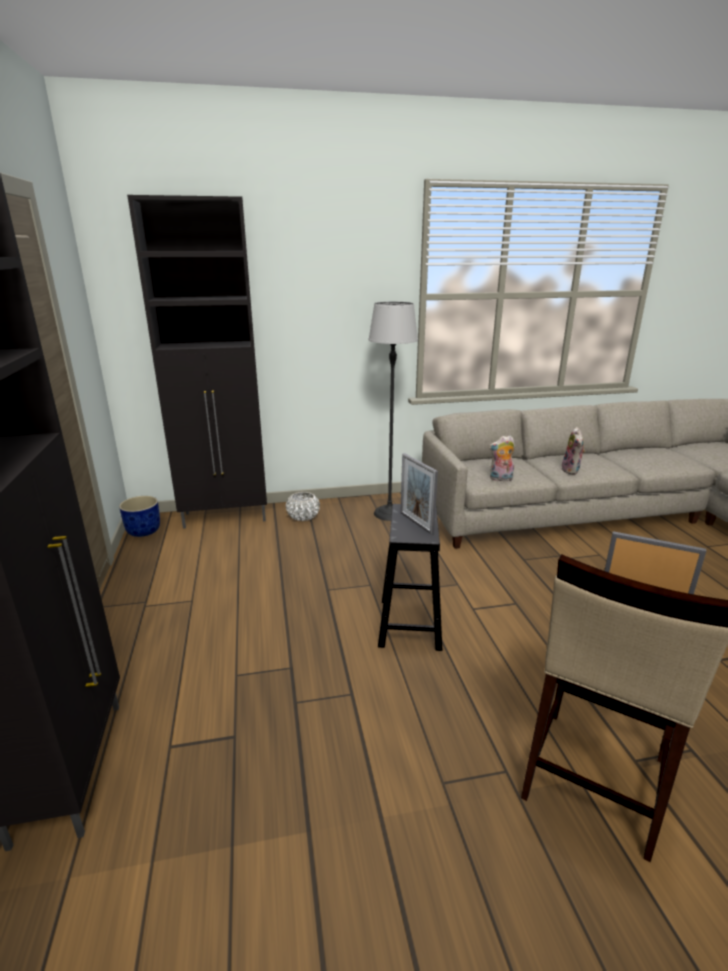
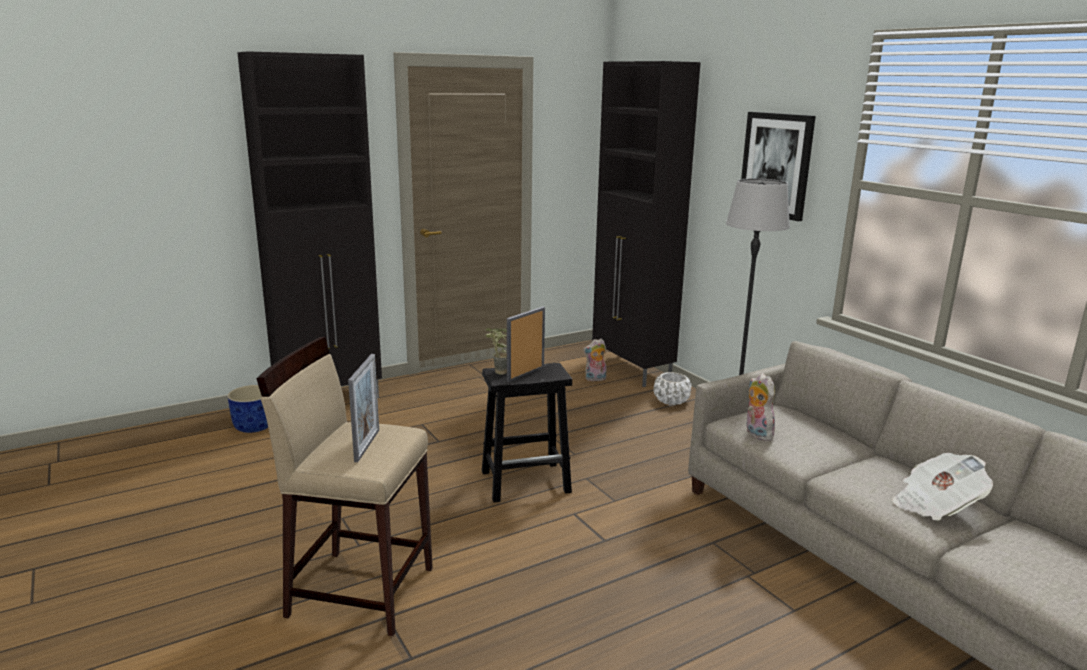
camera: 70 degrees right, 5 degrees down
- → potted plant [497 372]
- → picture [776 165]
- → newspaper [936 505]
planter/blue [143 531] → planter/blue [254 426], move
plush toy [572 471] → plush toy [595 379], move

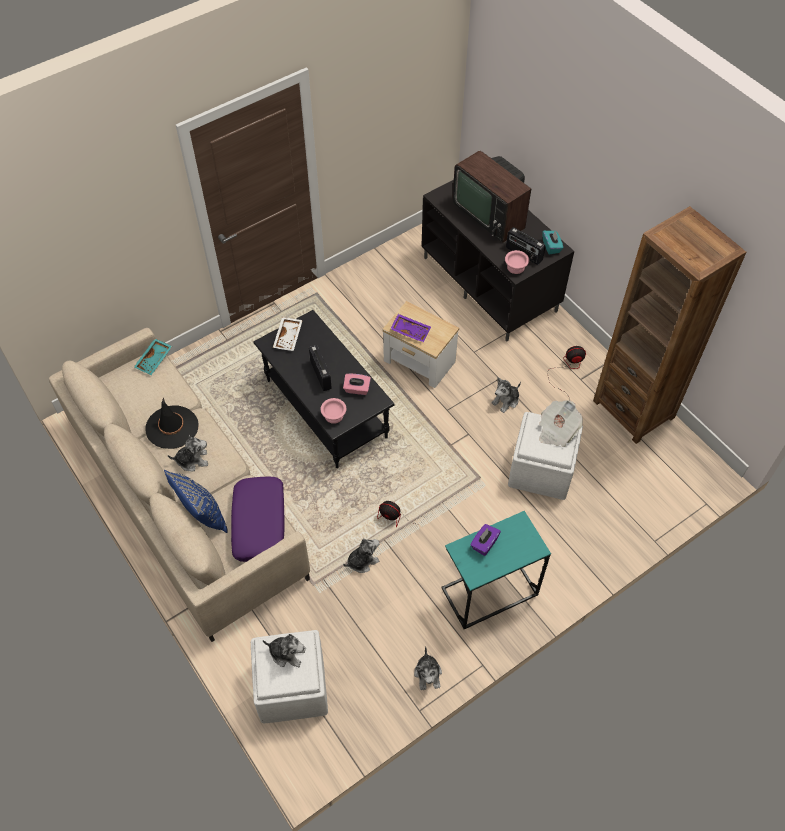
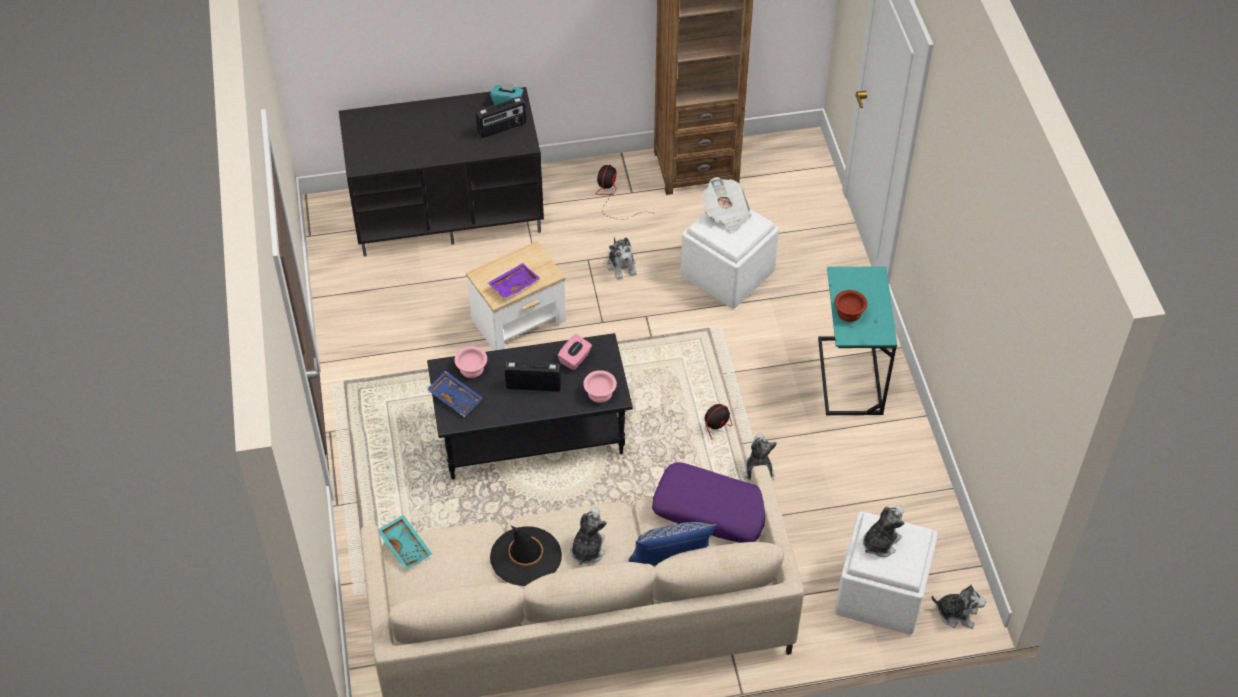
camera: 65 degrees left, 5 degrees down
television [491 212] → -
plush toy [428 674] → plush toy [956 613], move
bowl/pink [515 267] → bowl/pink [471 368], move
tissue box/purple [484 544] → bowl/brown [850 313]
tray/white [289 337] → tray/blue [456 397]

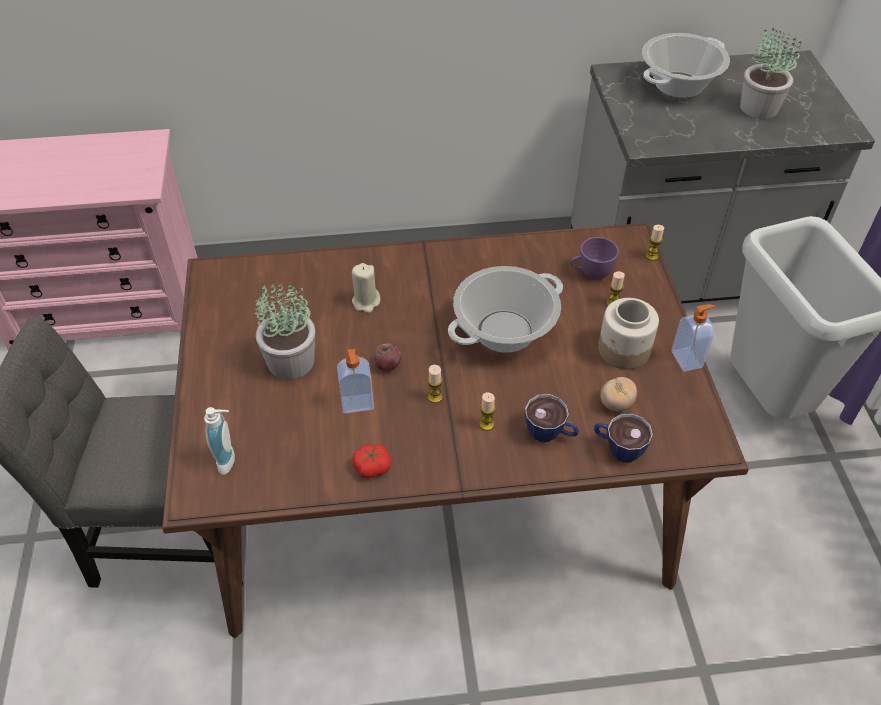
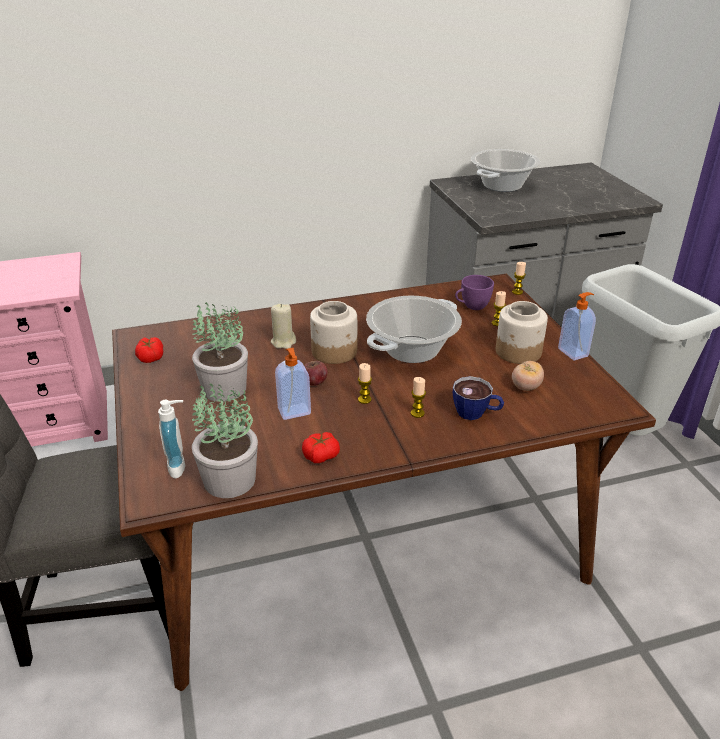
camera: 10 degrees left, 15 degrees down
cup [618 448] → -
- → tomato [150 357]
- → jar [335 351]
potted plant [759 108] → potted plant [229 481], move

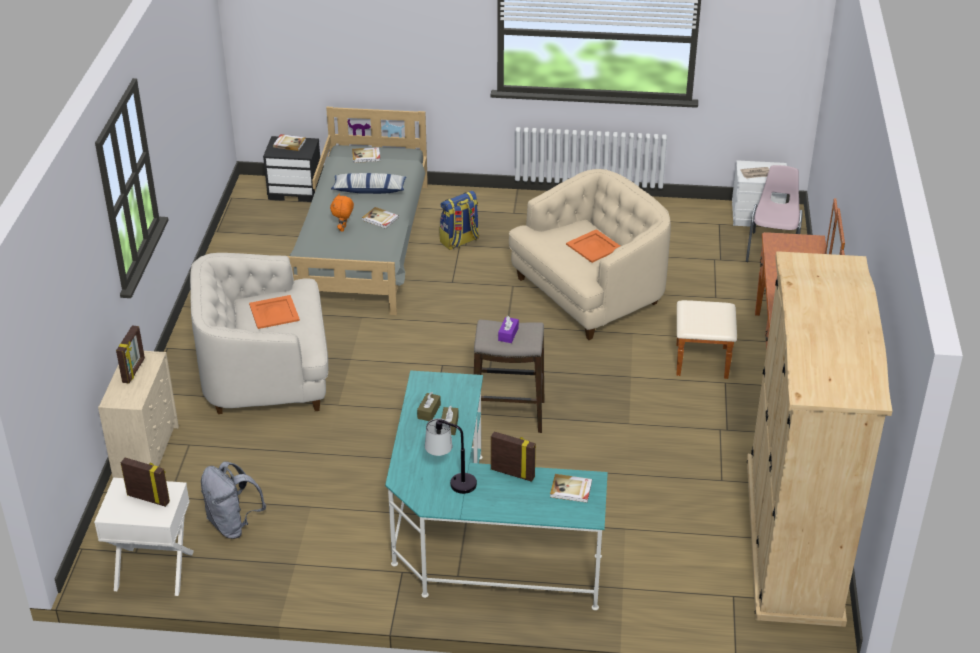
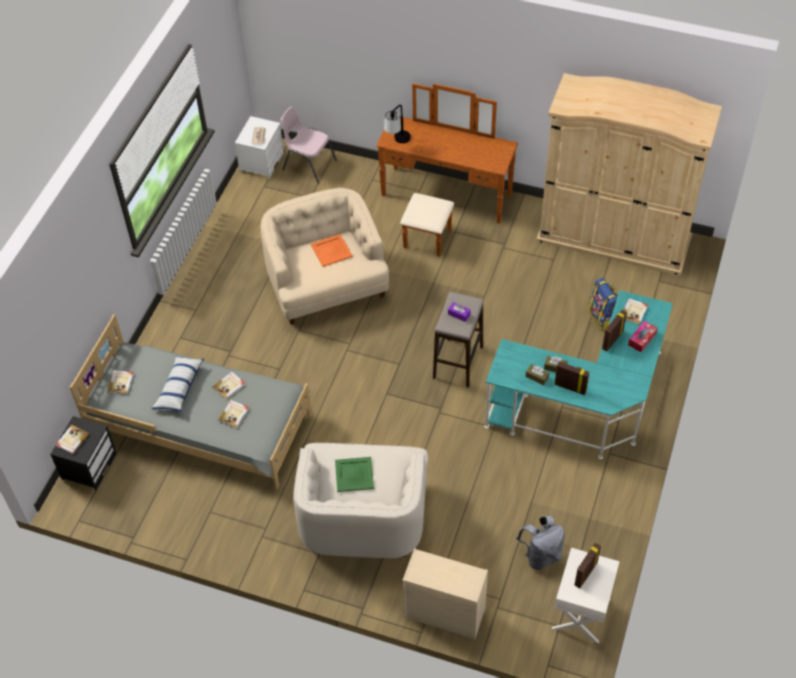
camera: 75 degrees left, 15 degrees up
- → tissue box [642 339]
picture frame [134 371] → picture frame [570 387], move
table lamp [451 481] → table lamp [398 142], move
backpack [459 241] → backpack [603 318], move
plush toy/orange [343 229] → book [234 415]
tray/orange [274 312] → tray/green [354 474]

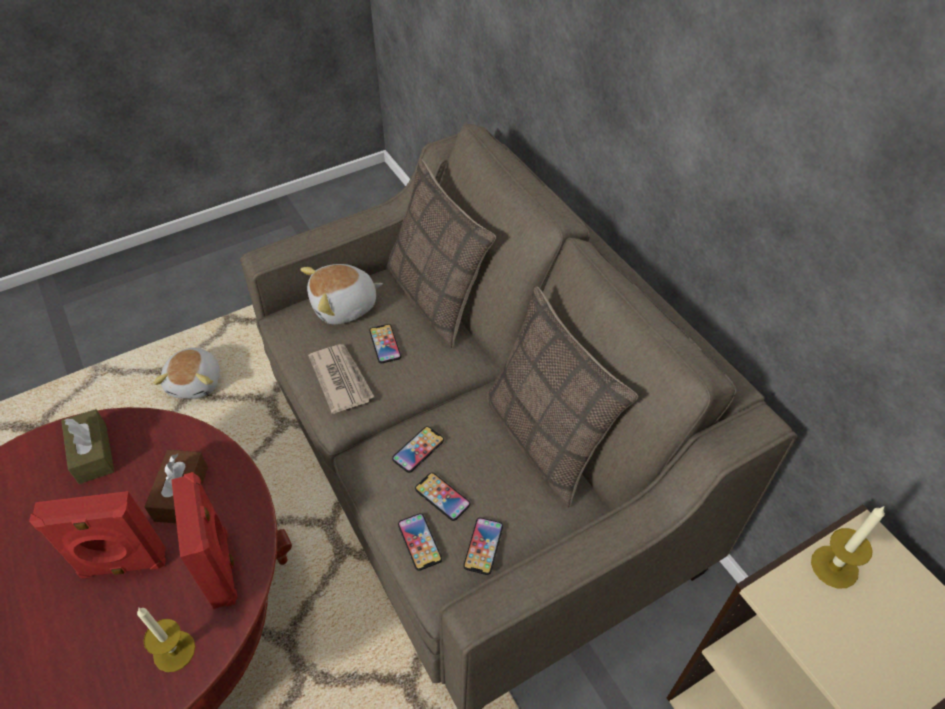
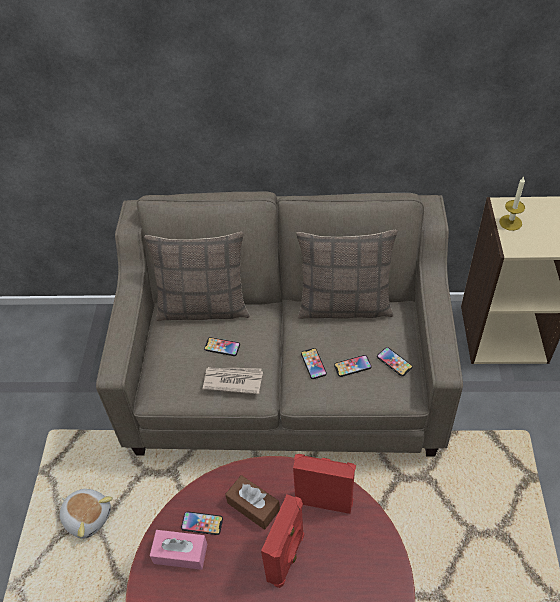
camera: 55 degrees left, 0 degrees up
candle [174 651] → -
plush toy [345 307] → -
phone [419 542] → phone [202 523], move
tissue box/brown [93 453] → tissue box/pink [180 553]

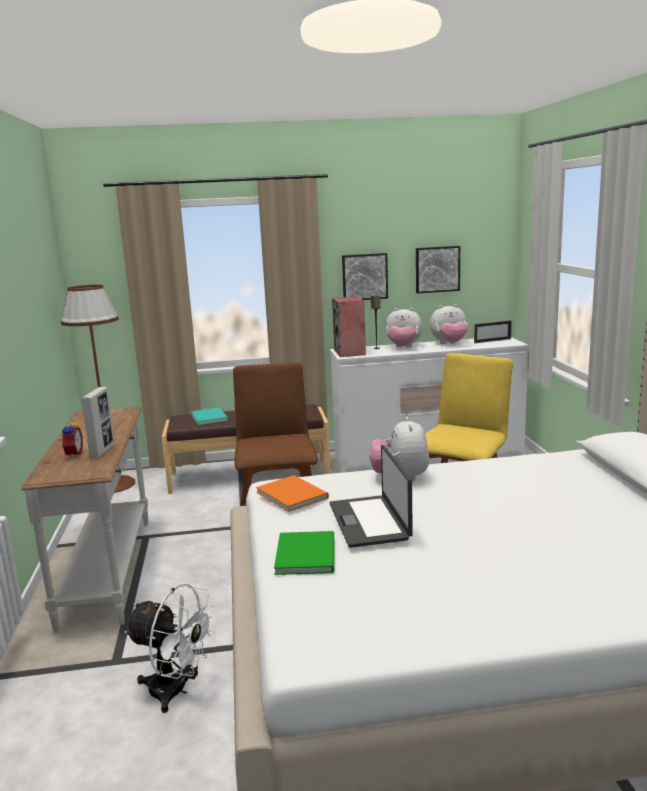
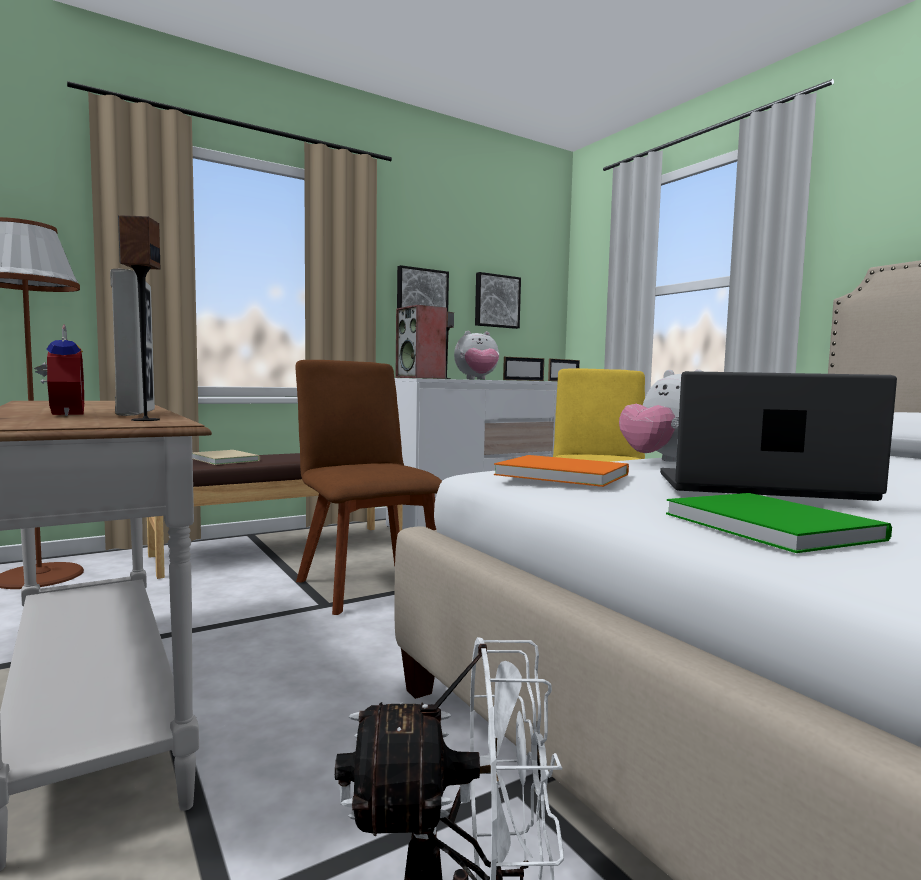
camera: 25 degrees left, 10 degrees down
- → speaker [145 420]
plush toy [449 344] → picture frame [523 380]
book/turquoise [210 417] → book/beige [226 459]
laptop [370 521] → laptop [761 487], 135 degrees clockwise

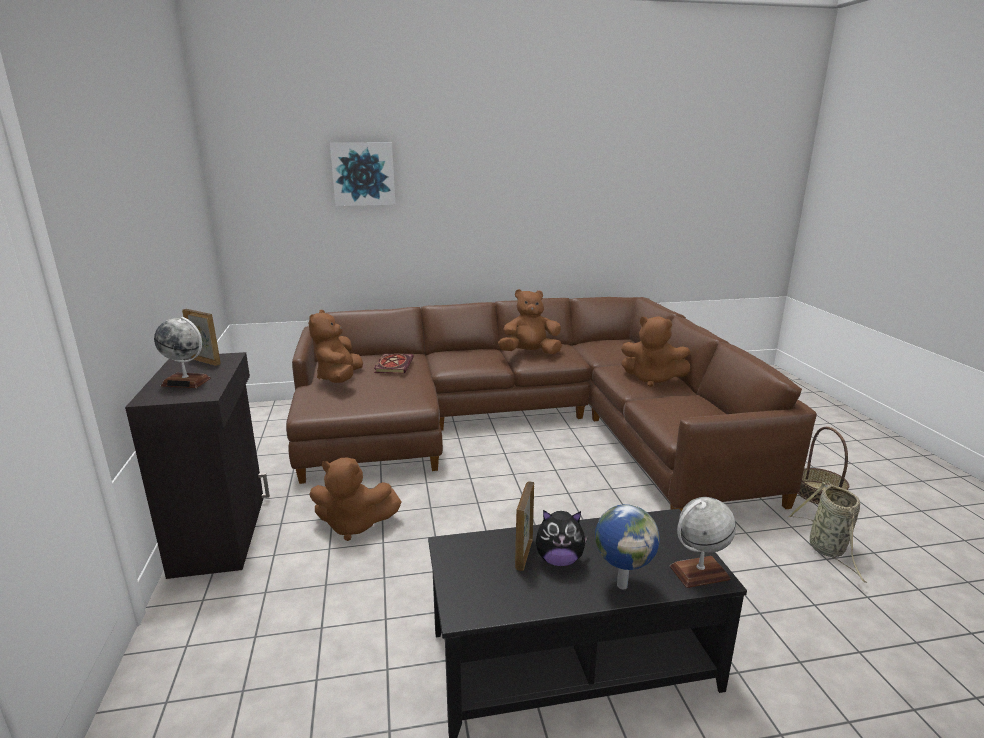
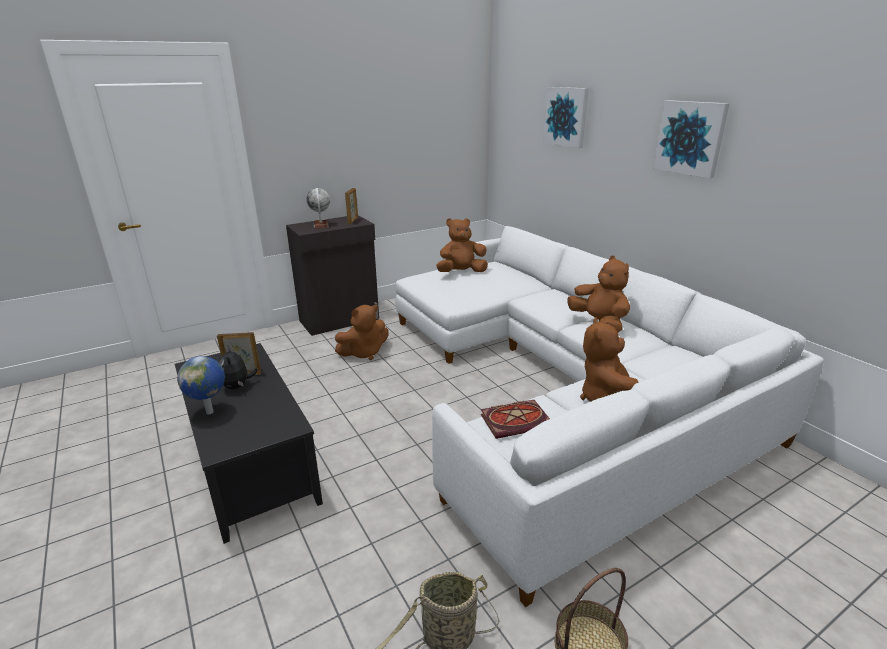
camera: 70 degrees right, 5 degrees up
globe [699 573] → -
- → picture [690 138]
book [393 365] → book [516 420], move
sofa/brown [525 425] → sofa/white [559 386]
plush toy/brown [354 525] → plush toy/brown [364 353], 105 degrees counterclockwise

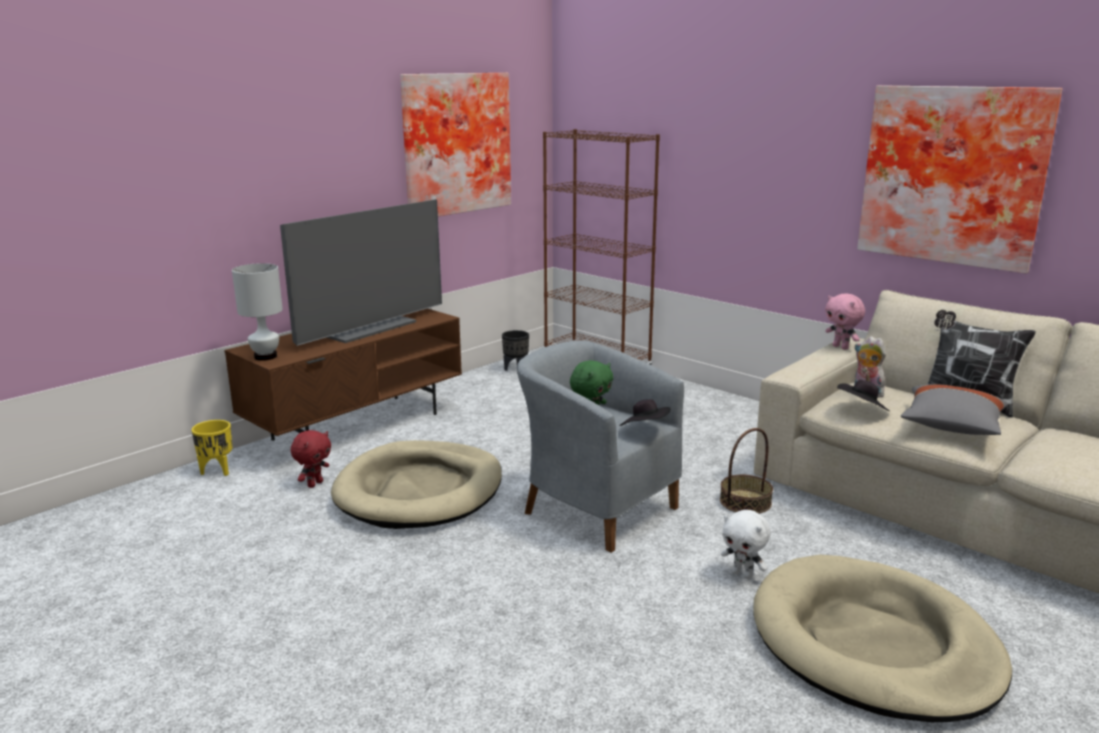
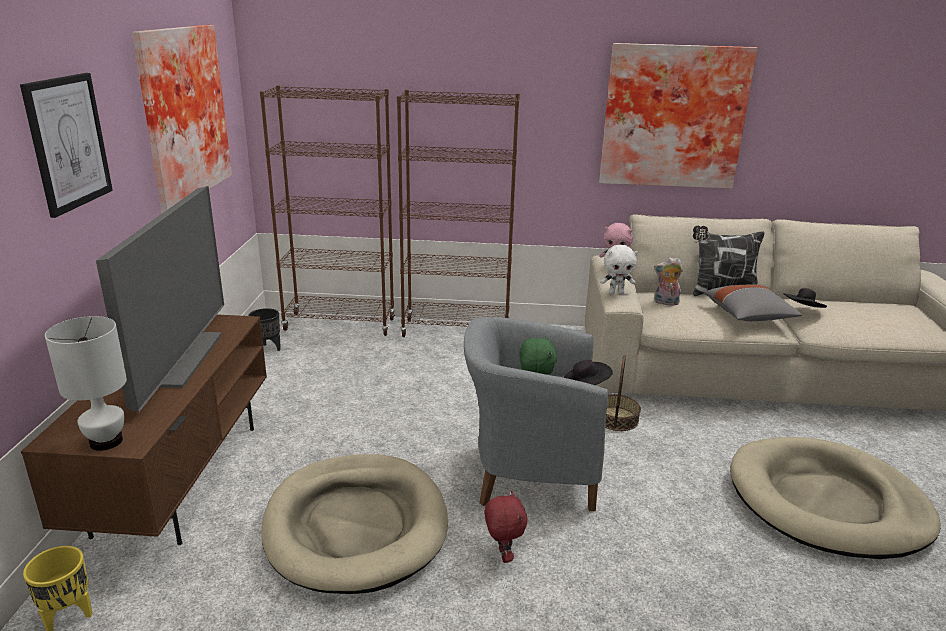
camera: 40 degrees left, 5 degrees up
- → picture [68 142]
- → bookcase/brown [456 331]
plush toy/red [314 484] → plush toy/red [502 555], move
plush toy/white [743 575] → plush toy/white [616 292], move
hat/black [862 409] → hat/black [802 311], move

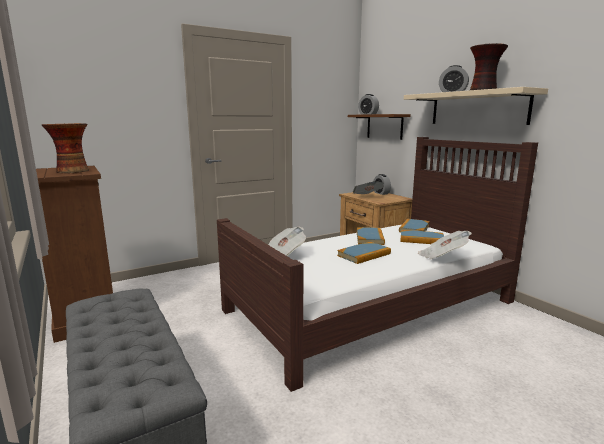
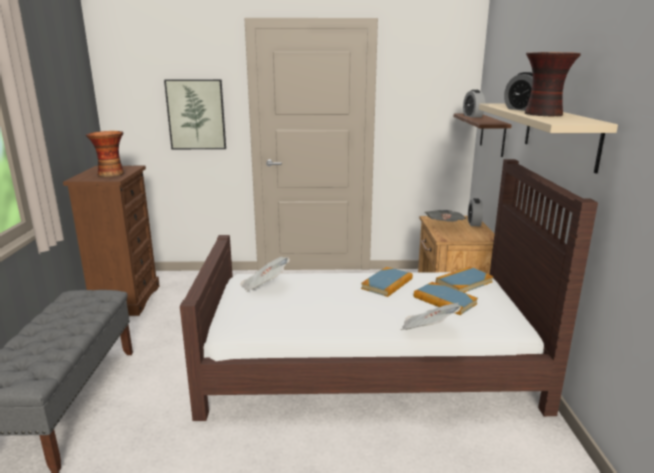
camera: 30 degrees right, 5 degrees up
book [364 255] → -
- → picture [196 114]

